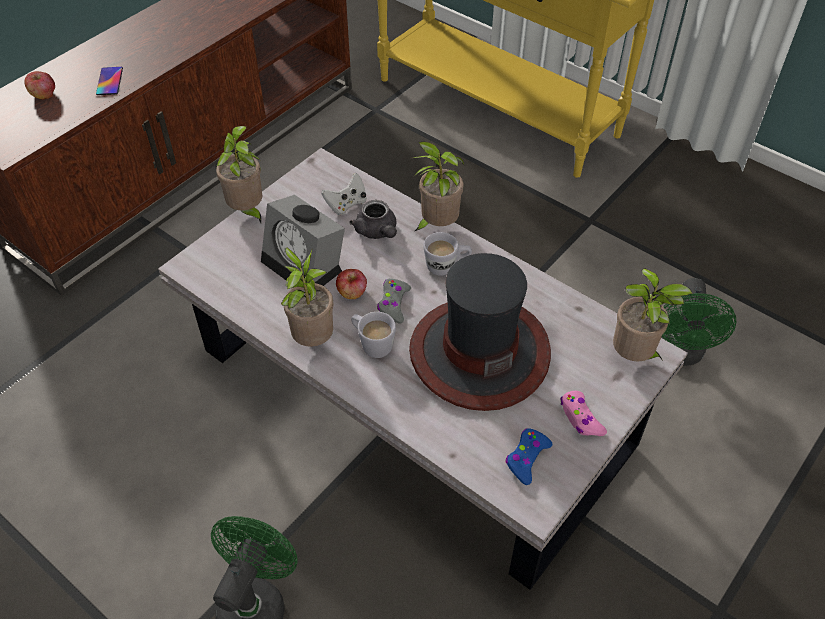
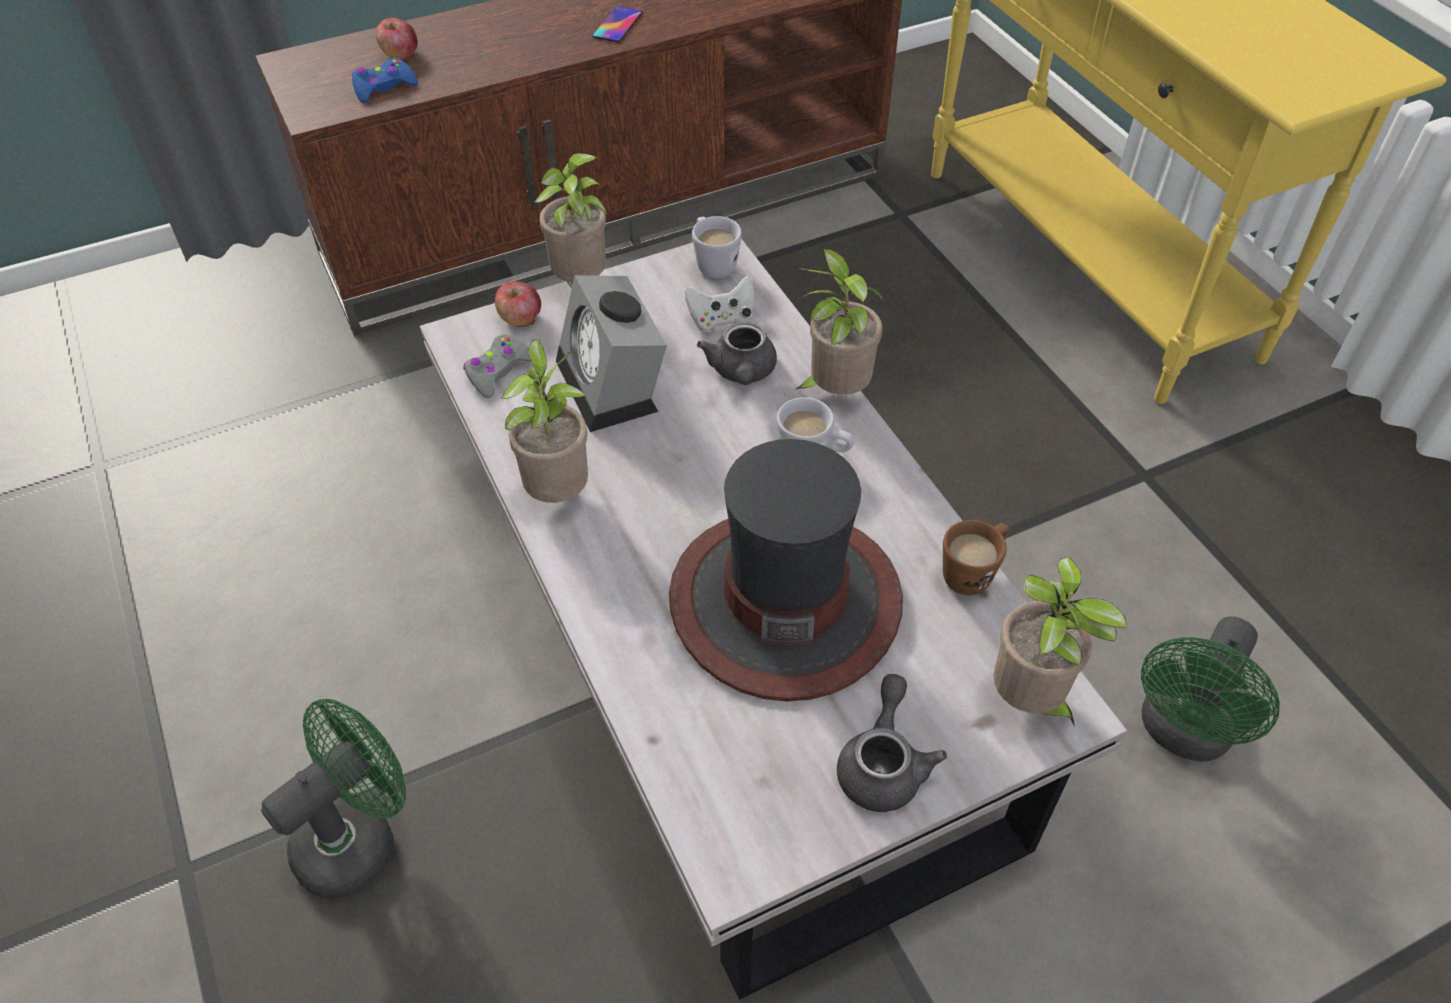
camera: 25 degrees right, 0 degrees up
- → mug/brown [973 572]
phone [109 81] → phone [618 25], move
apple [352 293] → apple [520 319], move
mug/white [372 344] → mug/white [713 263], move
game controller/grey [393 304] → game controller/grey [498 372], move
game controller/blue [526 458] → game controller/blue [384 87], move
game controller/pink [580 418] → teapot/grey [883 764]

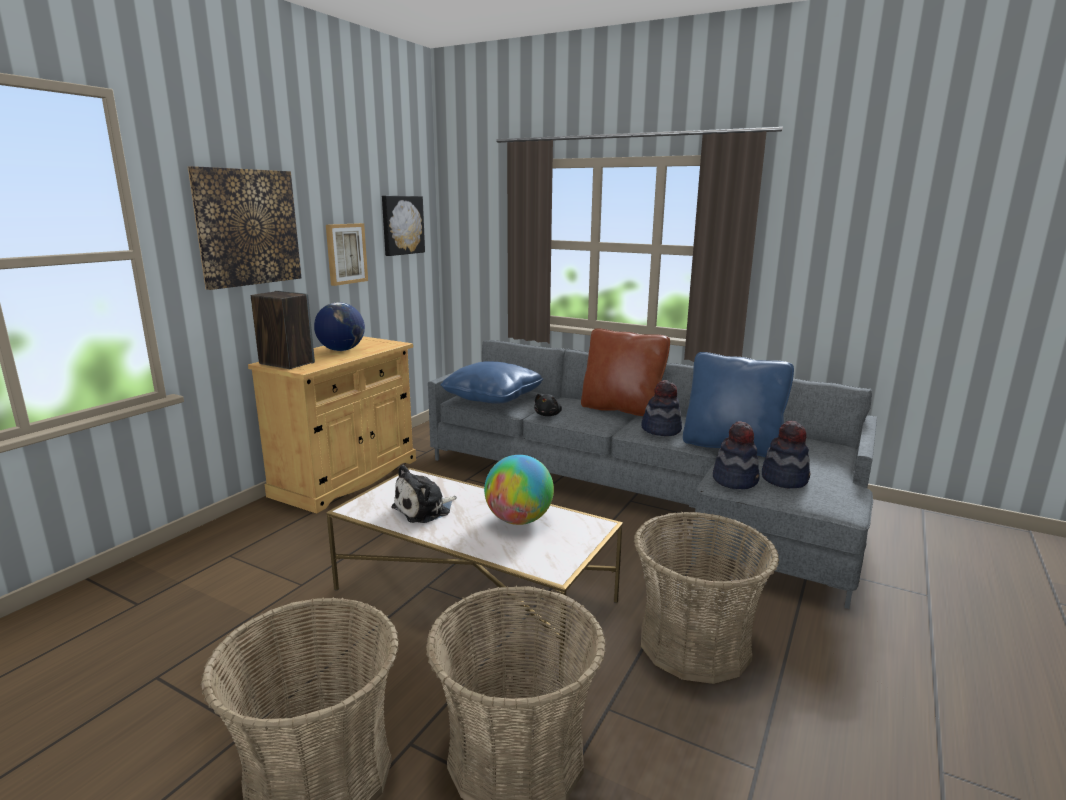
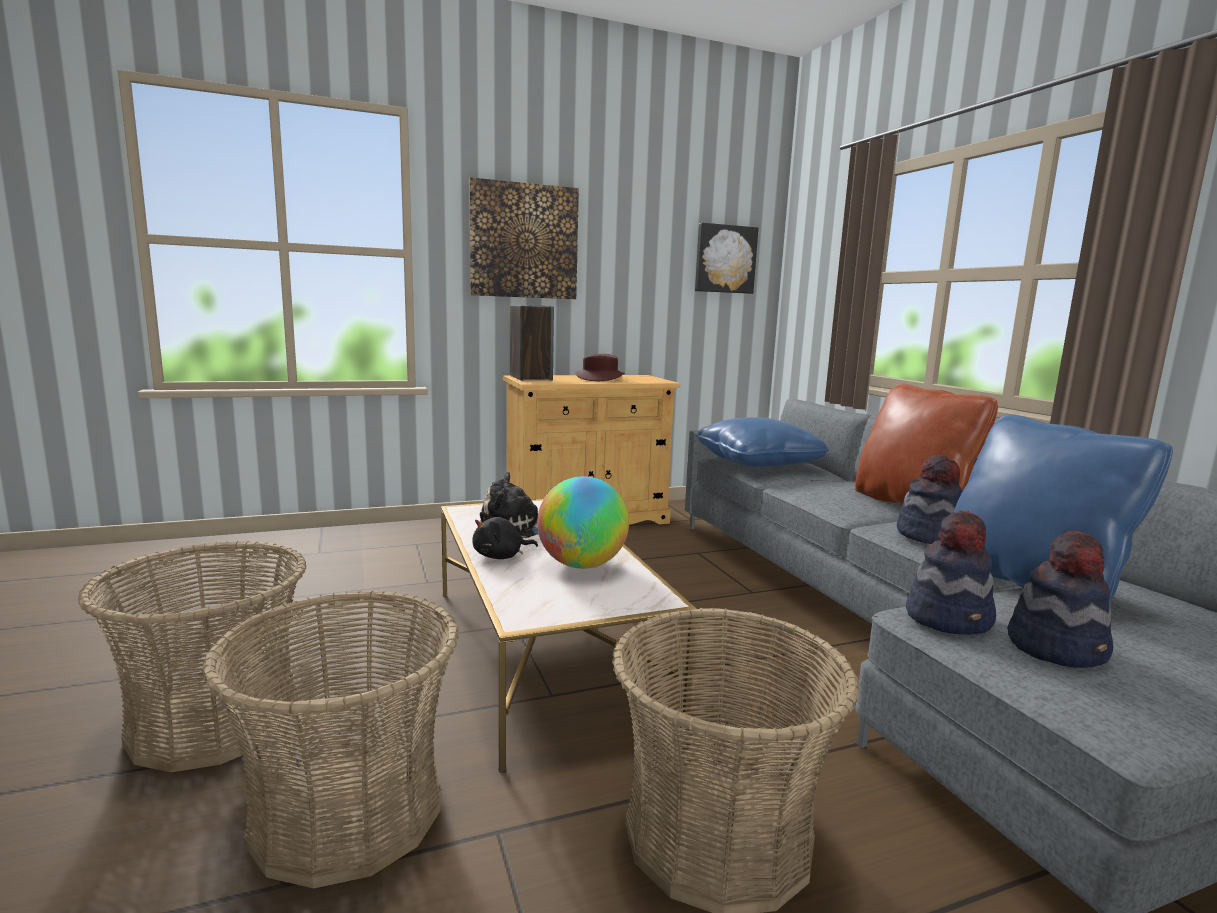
camera: 40 degrees right, 5 degrees down
picture [346 253] → -
plush toy/black [548 415] → plush toy/black [501 556], move
globe [341 350] → hat/brown [600 378]

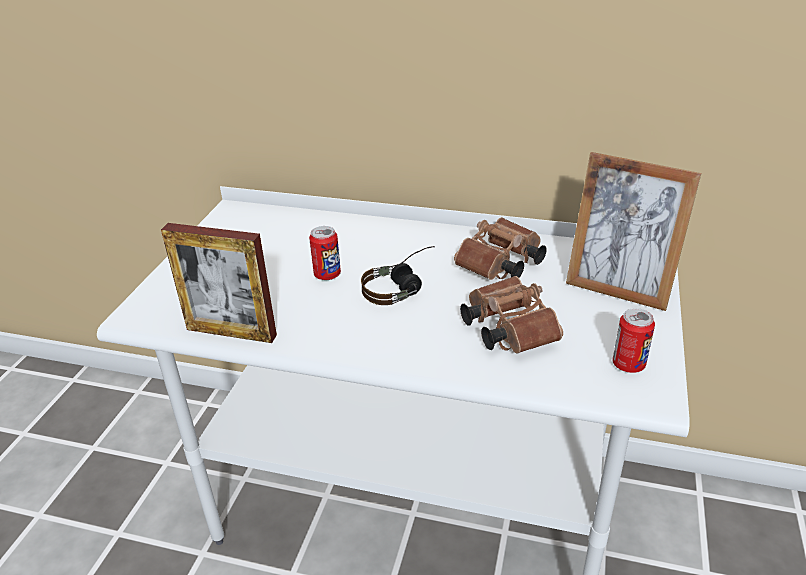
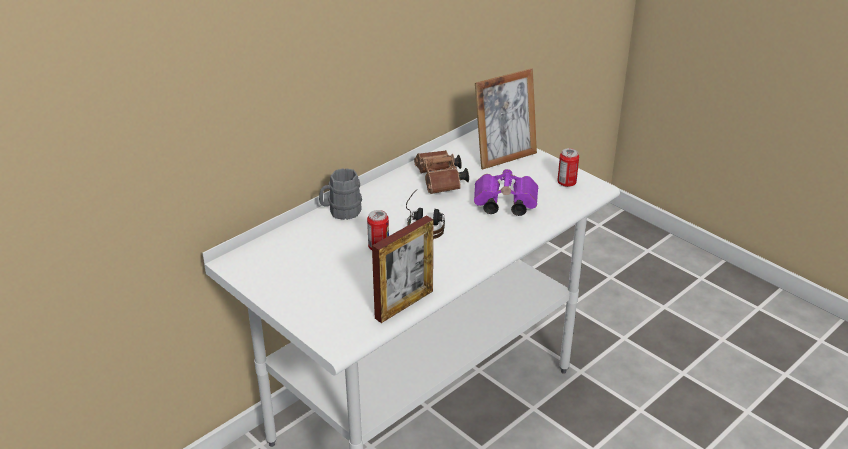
camera: 60 degrees left, 0 degrees up
- → mug/grey [341 212]
binoculars/brown [506 329] → binoculars/purple [503 205]

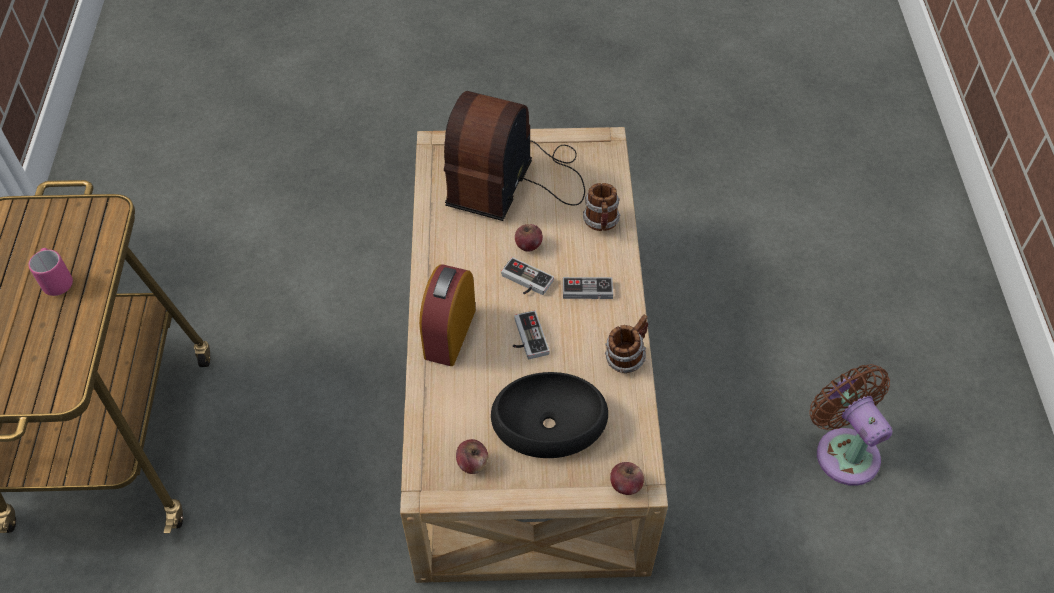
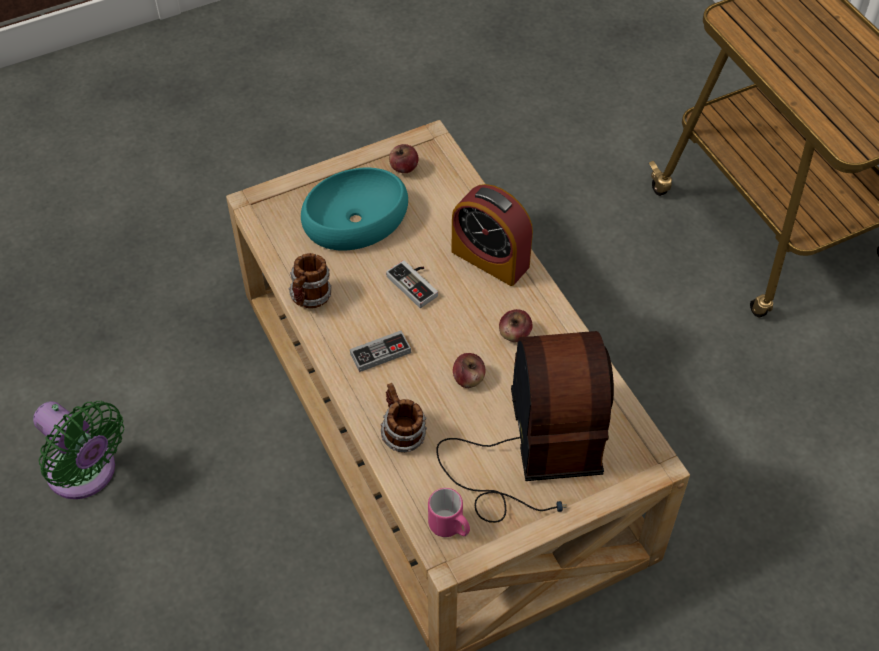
camera: 155 degrees right, 0 degrees up
game controller [524 282] → -
mug/pink [57 280] → mug/pink [450 527], move
apple [626 485] → apple [514 334], move
bowl/black [548 425] → bowl/turquoise [355 219]
fan/brown [843 450] → fan/green [86 474]
alarm clock [450 333] → alarm clock [490 258], 135 degrees clockwise

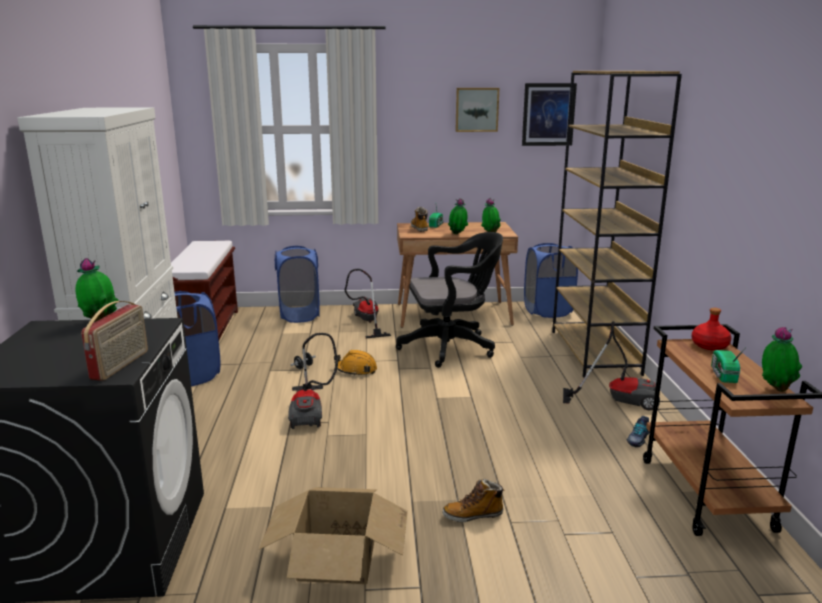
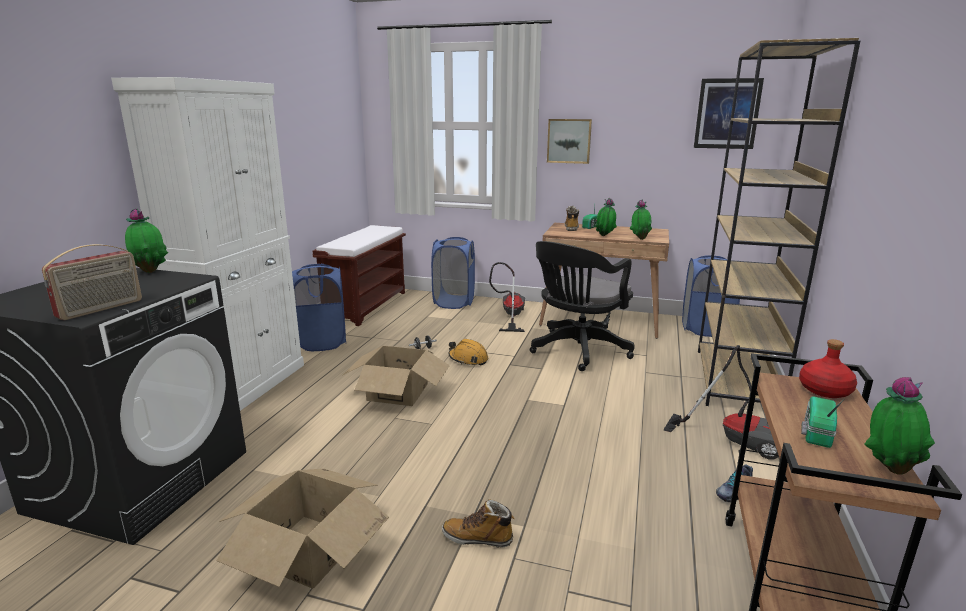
camera: 20 degrees right, 0 degrees up
picture [476 109] → picture [569 141], move
vacuum cleaner [310 411] → cardboard box [397 392]
office chair/black [451 347] → office chair/black [577 351], 120 degrees clockwise

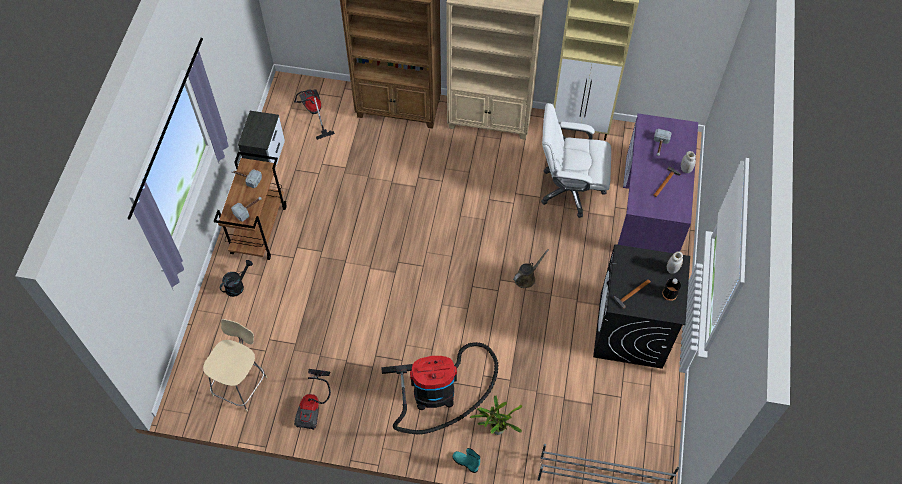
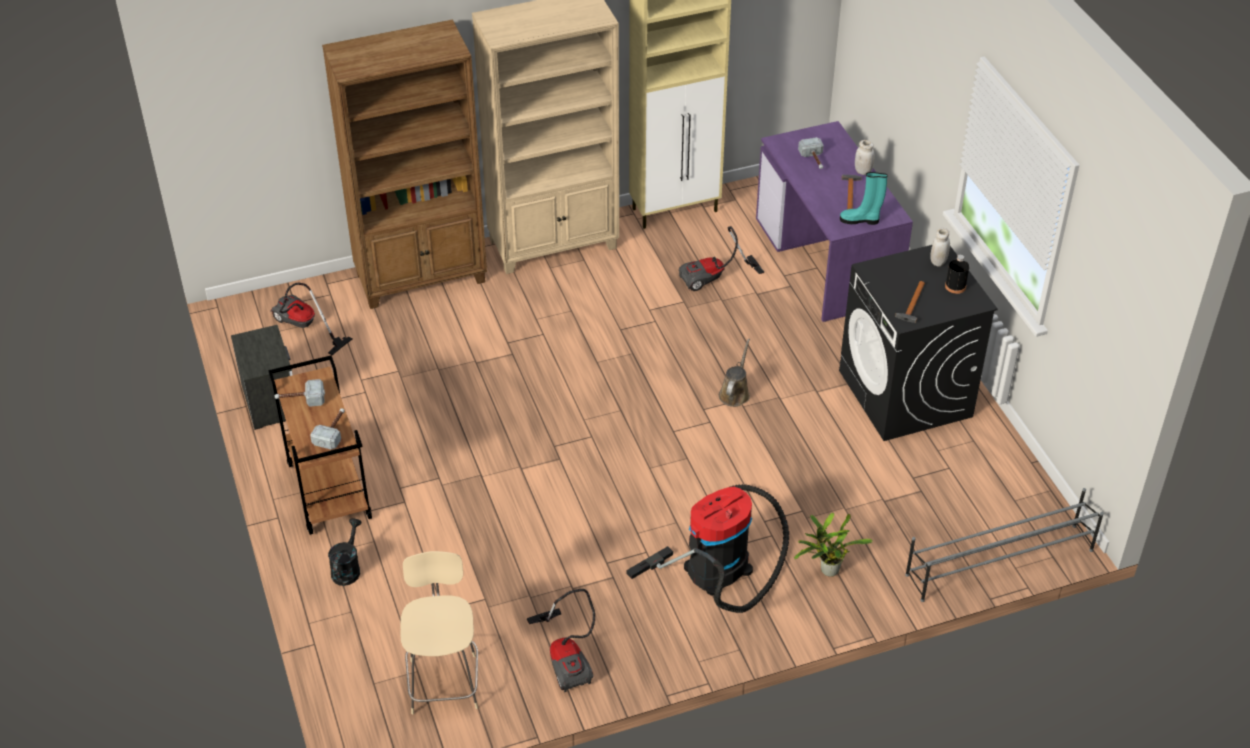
camera: 30 degrees left, 15 degrees down
boot/turquoise [466 463] → boot/turquoise [860 220], move
office chair/white [570 189] → vacuum cleaner [715 279]

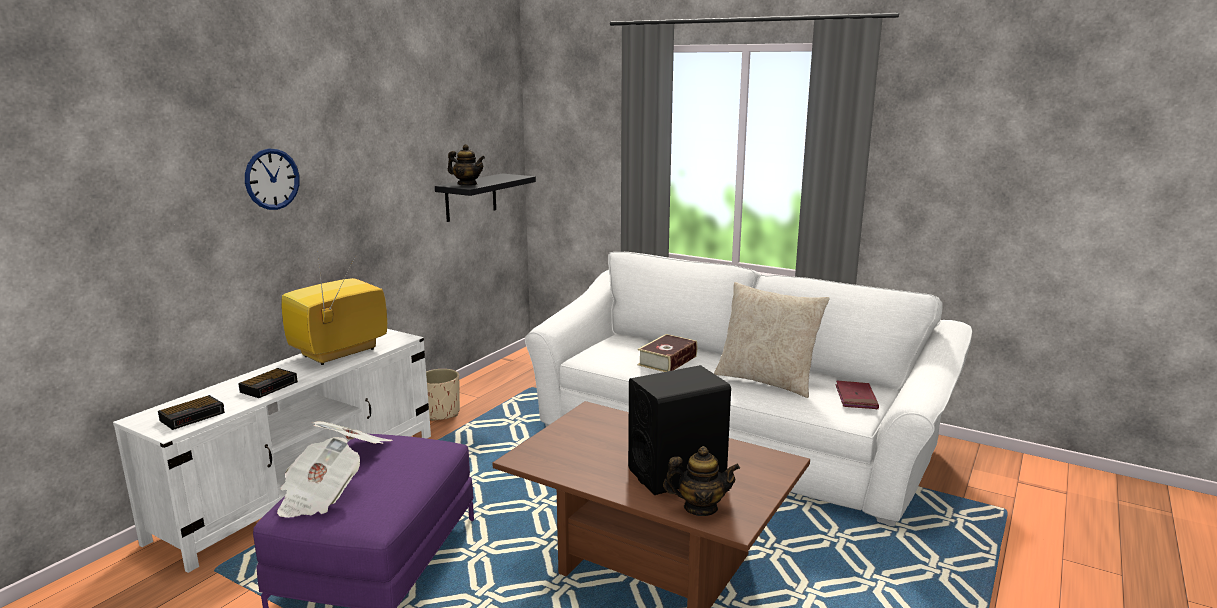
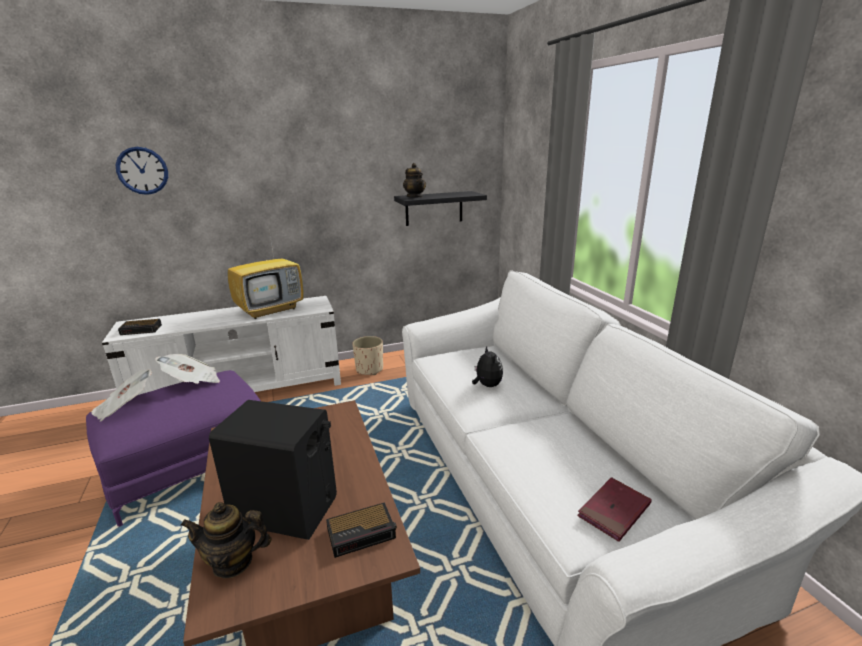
camera: 40 degrees right, 5 degrees up
pillow/beige [766 380] → -
alarm clock [270 386] → alarm clock [362 533], move
wall clock [272 179] → wall clock [142 170], move
book [667 360] → plush toy [487 385]
television [338 354] → television [271 310], 150 degrees clockwise
teapot [700 508] → teapot [233 562], 135 degrees clockwise

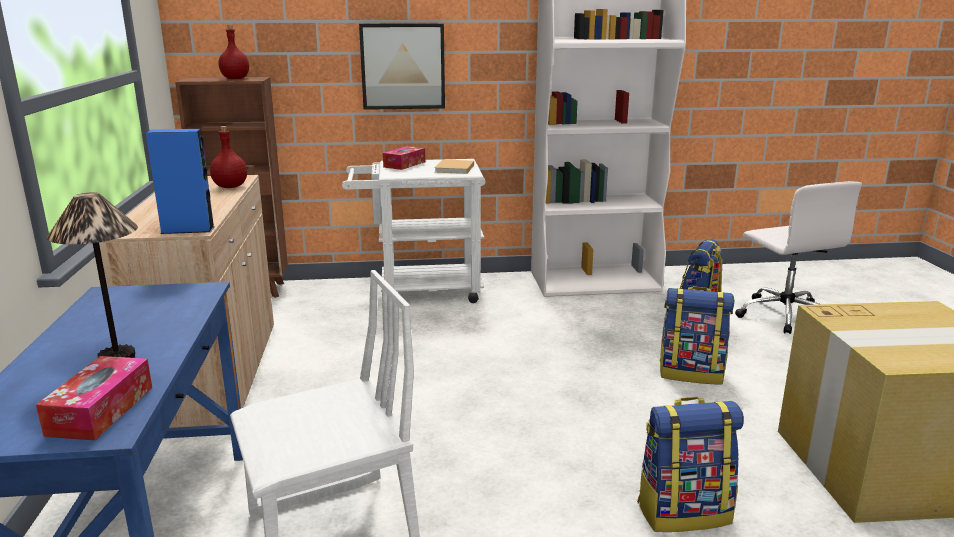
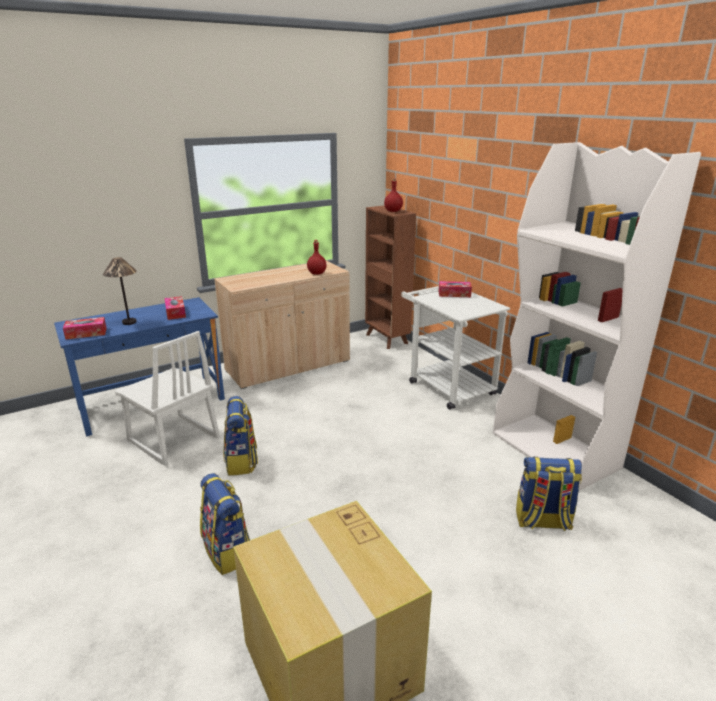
camera: 65 degrees right, 5 degrees up
speaker/blue [187 230] → -
picture [403 66] → -
book/beige [454 169] → -
office chair/white [783 314] → -
- → tissue box [175 313]
backpack [691 373] → backpack [241 462], move

